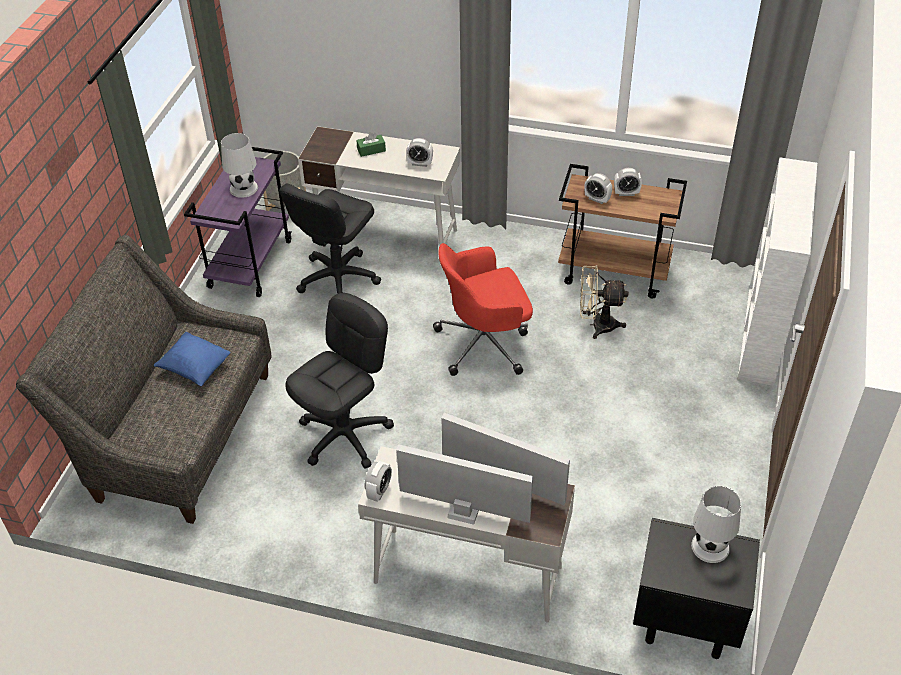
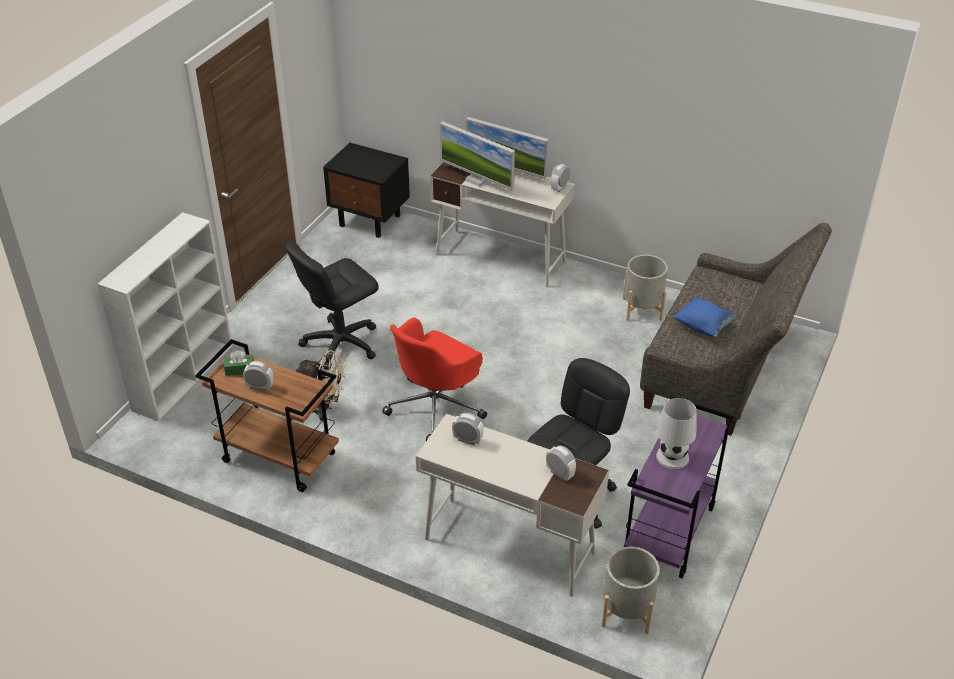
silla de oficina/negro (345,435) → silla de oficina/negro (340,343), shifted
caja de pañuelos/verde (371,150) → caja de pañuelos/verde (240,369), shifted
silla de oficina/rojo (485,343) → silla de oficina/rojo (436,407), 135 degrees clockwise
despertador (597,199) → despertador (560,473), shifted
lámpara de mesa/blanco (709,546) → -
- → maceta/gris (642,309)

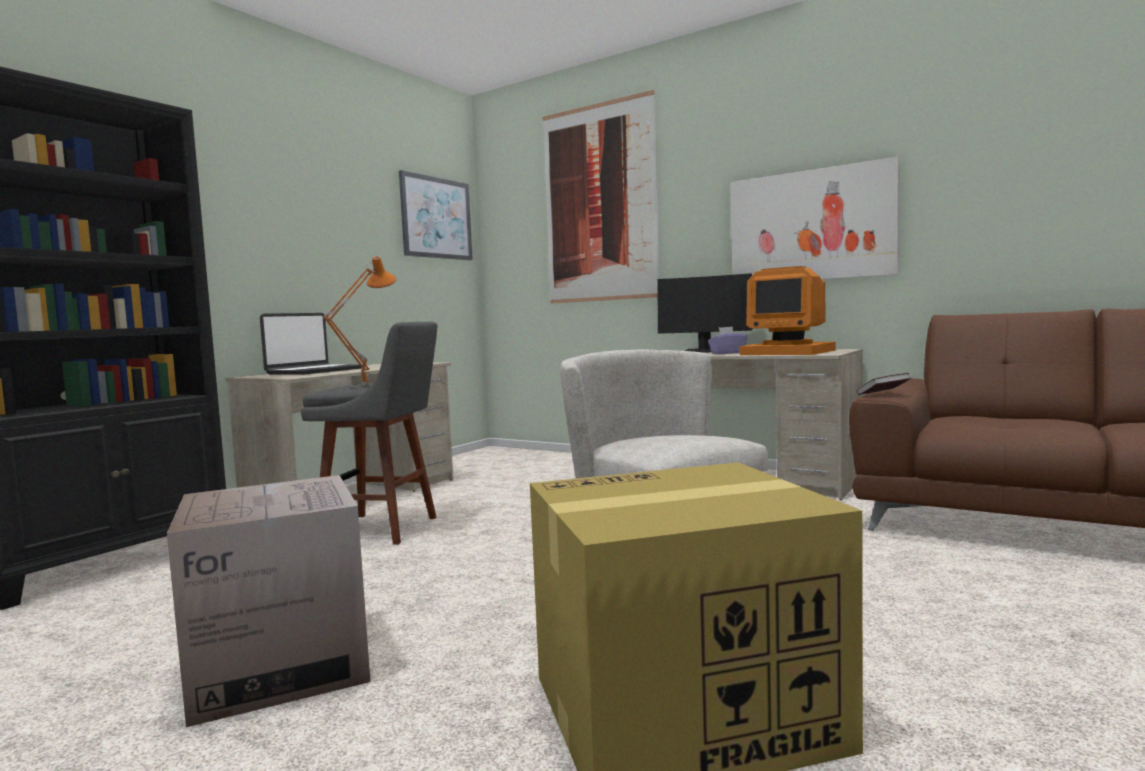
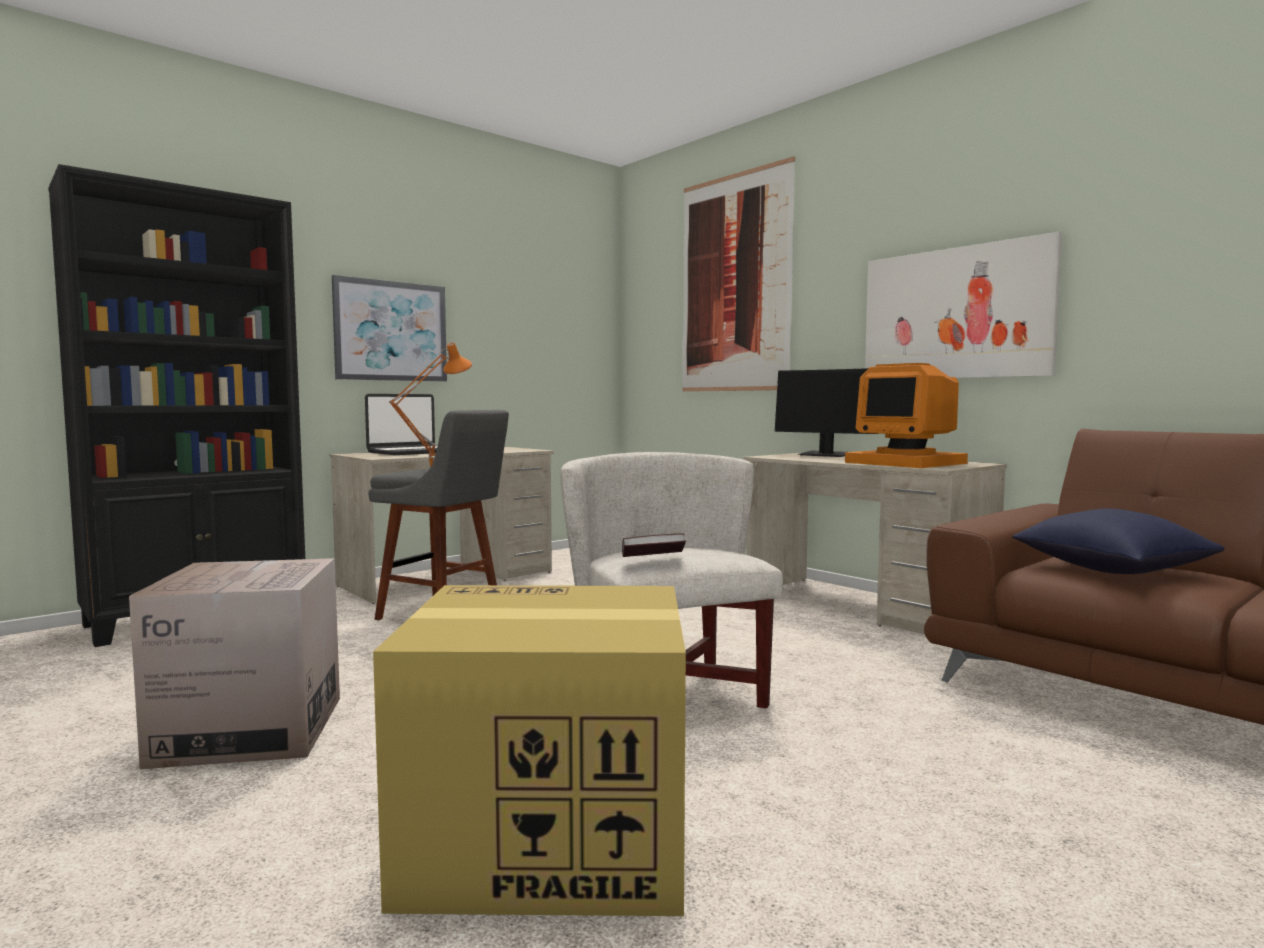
cuadro (436,218) → cuadro (391,331), shifted
caja de pañuelos/morado (727,353) → -
libro (883,394) → libro (653,559), shifted
- → cojín/azul (1111,570)

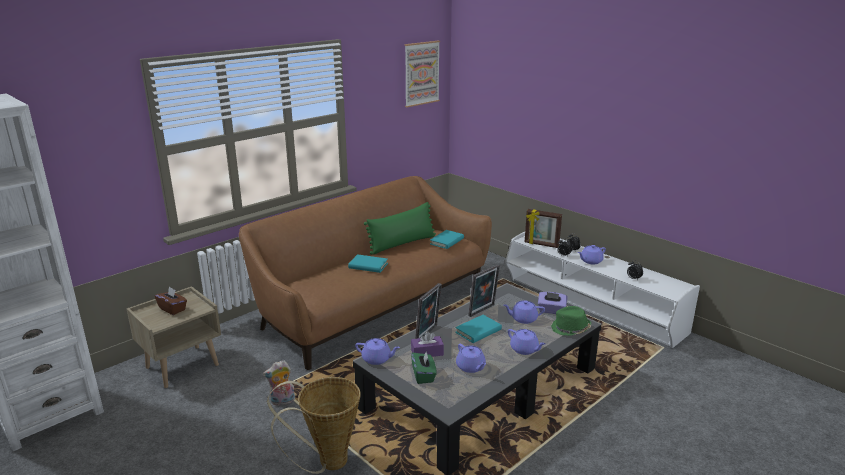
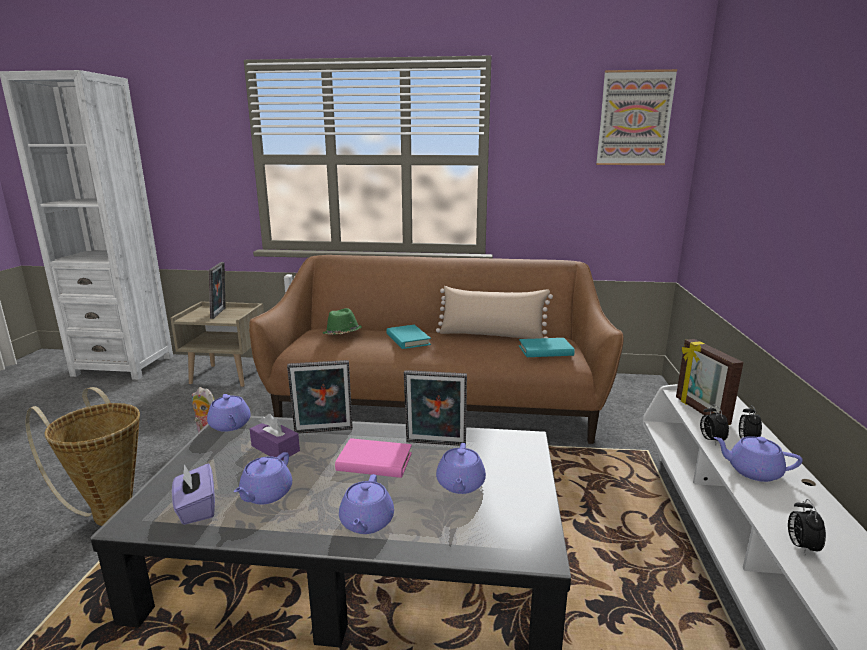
caja de pañuelos/marrón (173,309) → portarretratos (220,313)
cojín/verde (402,243) → cojín/beis (492,335)
caja de pañuelos/verde (423,375) → -
libro/turquesa (478,331) → libro/rosa (374,462)
tetera/morado (523,319) → tetera/morado (460,484), 135 degrees counterclockwise
caja de pañuelos/morado (551,310) → caja de pañuelos/morado (196,508), shifted
sombrero/verde (570,329) → sombrero/verde (342,334), shifted

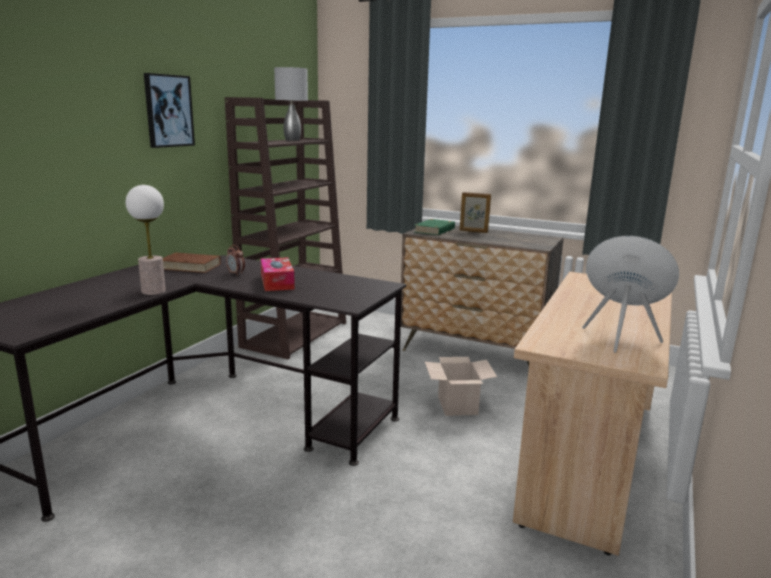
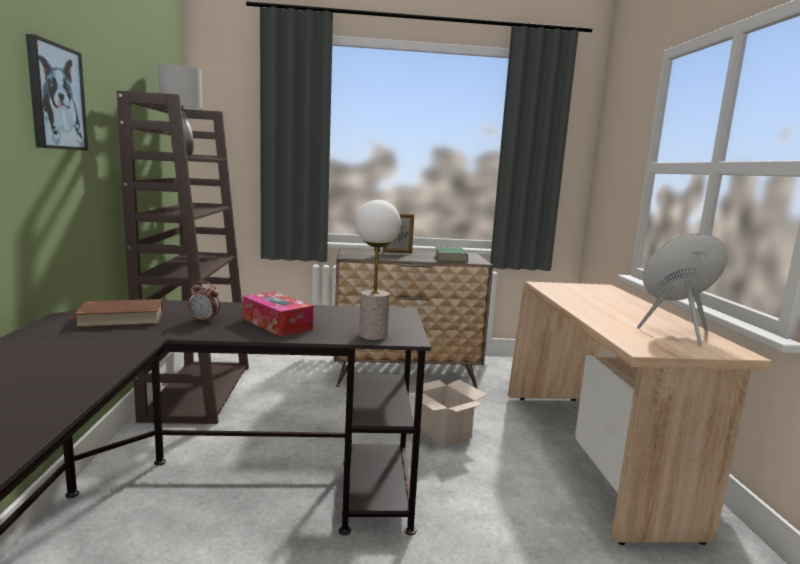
lámpara de mesa (153,291) → lámpara de mesa (372,335), shifted
libro/verde (435,230) → libro/verde (451,257), shifted

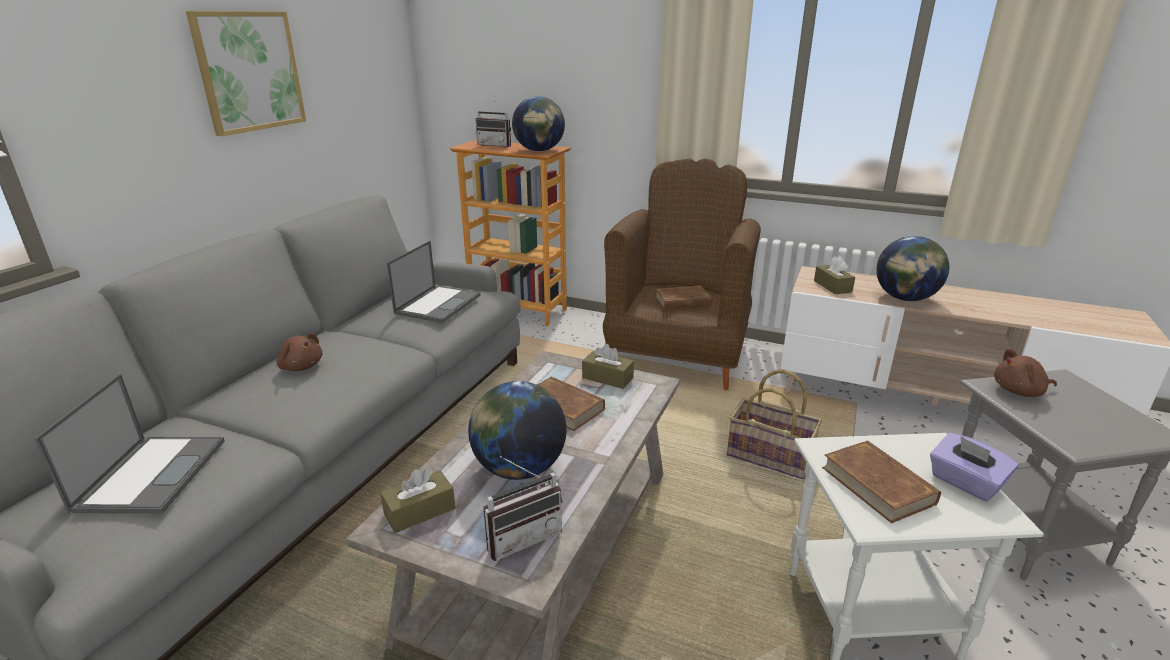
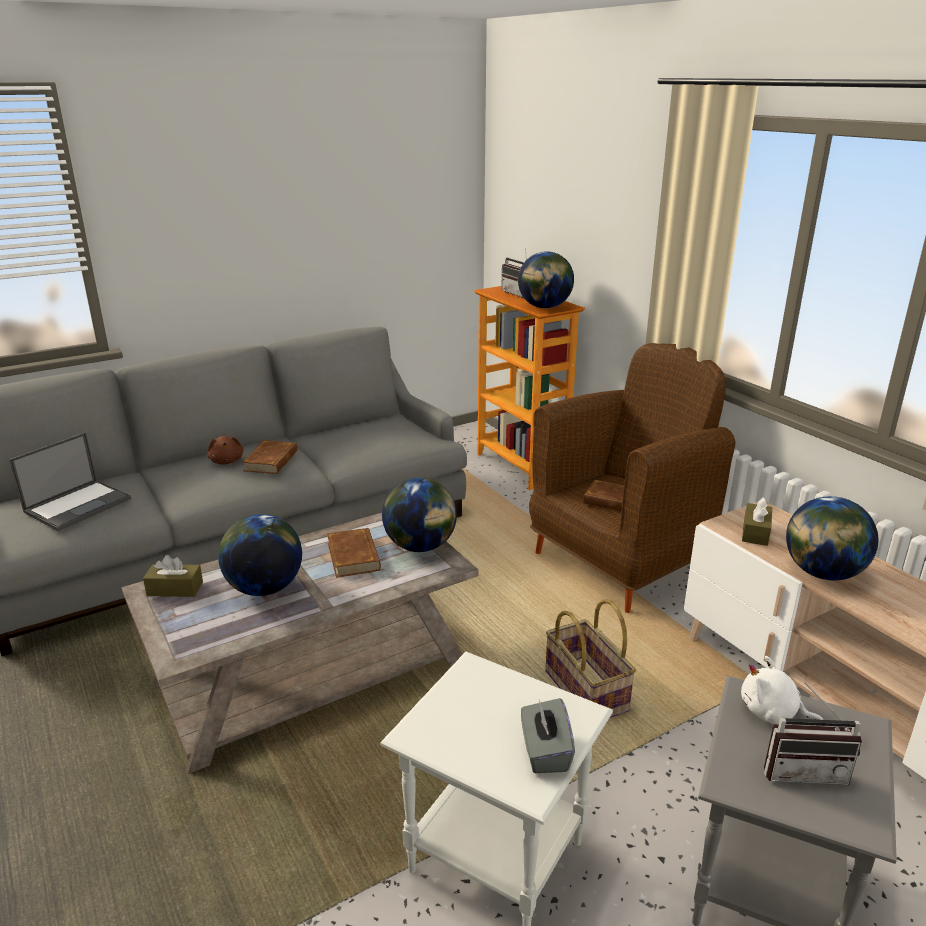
cuadro (249,71) → -
portátil (438,304) → -
radio (522,536) → radio (803,770), shifted
caja de pañuelos/marrón (607,378) → globo terráqueo (420,546)
libro/marrón (877,485) → libro/marrón (271,461), shifted
caja de pañuelos/morado (965,483) → caja de pañuelos/gris (545,752)
peluche/marrón (1020,391) → peluche/blanco (772,713)

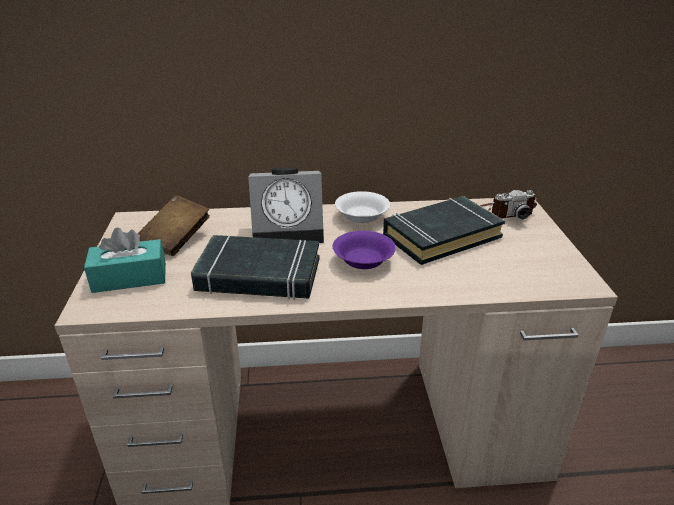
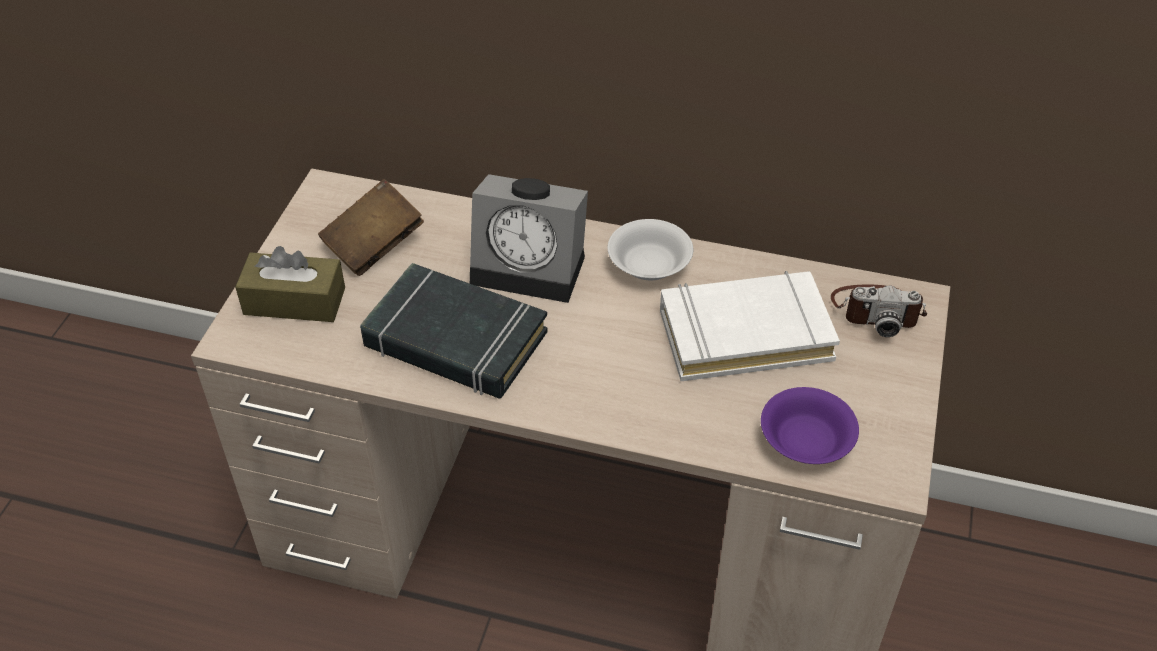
caja de pañuelos/turquesa (129,278) → caja de pañuelos/marrón (294,301)
cuenco/morado (362,260) → cuenco/morado (805,440), shifted
libro/negro (441,236) → libro/blanco (745,334)

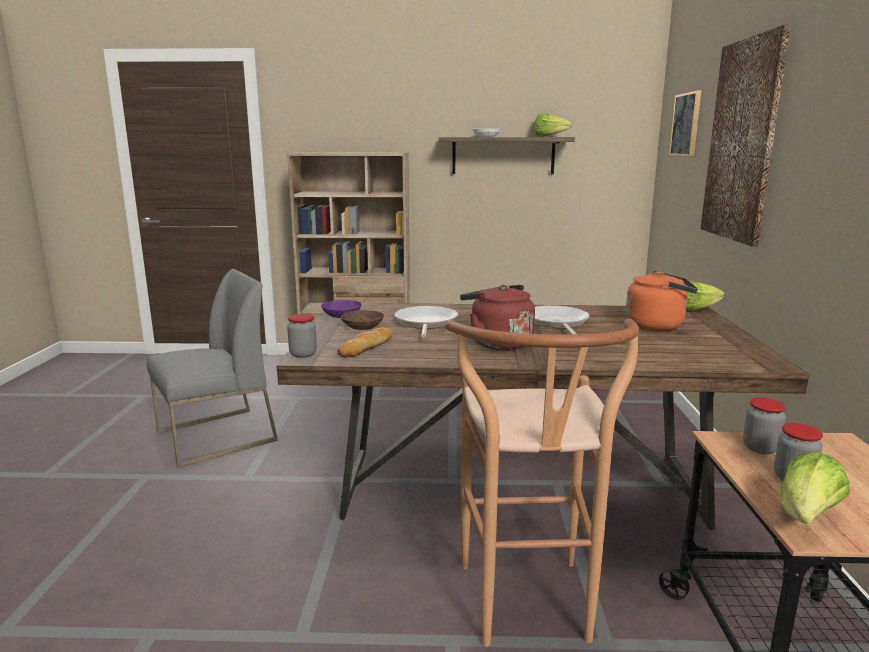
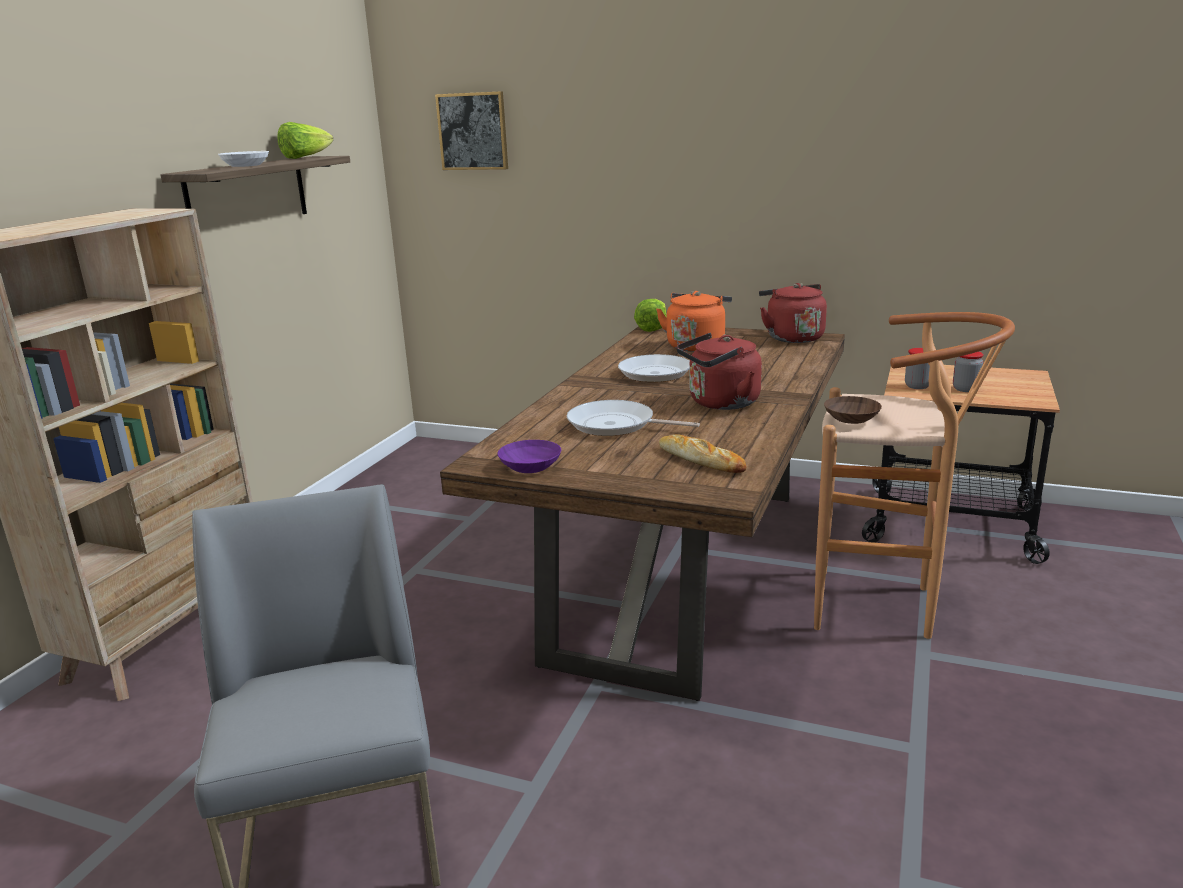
tarro (303,354) → -
cuenco/marrón (361,326) → cuenco/marrón (851,419), shifted
cuadro (742,141) → -
lechuga (807,516) → -
- → hervidor/rojo (792,337)

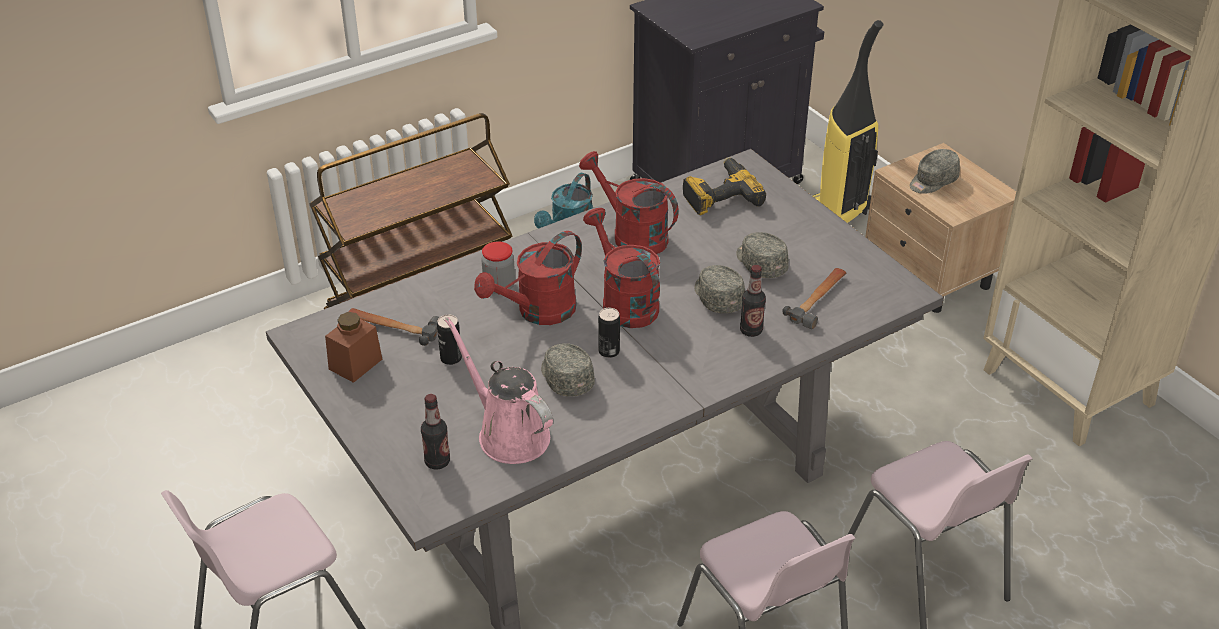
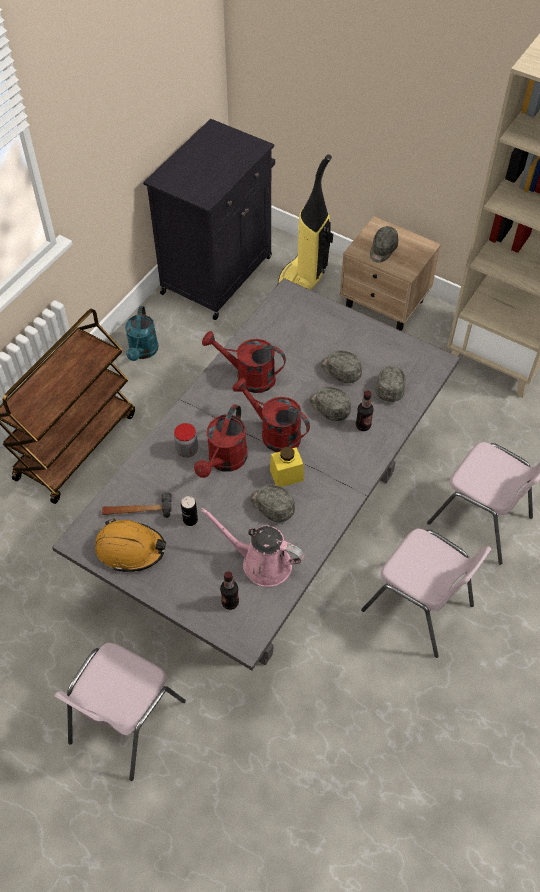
tarro/marrón (355,364) → casco/naranja (130,549)
lata (609,351) → tarro/amarillo (286,475)
taladro (719,195) → -
martillo (819,300) → gorra/gris (390,387)

